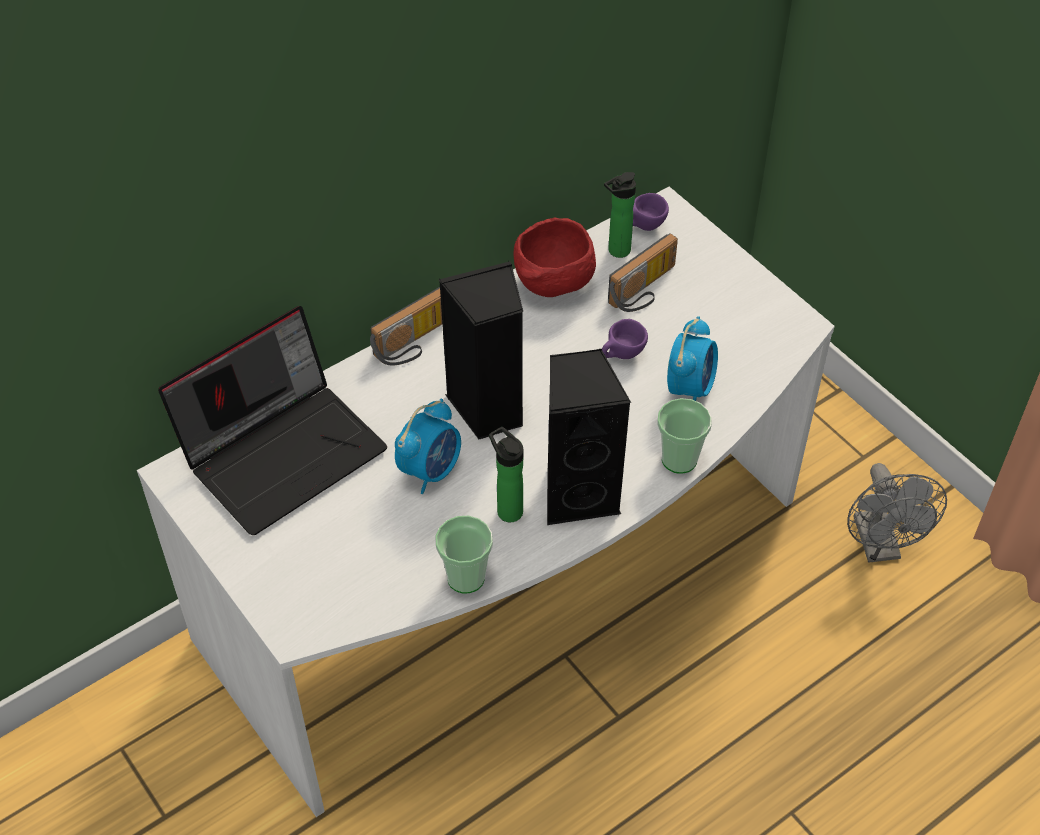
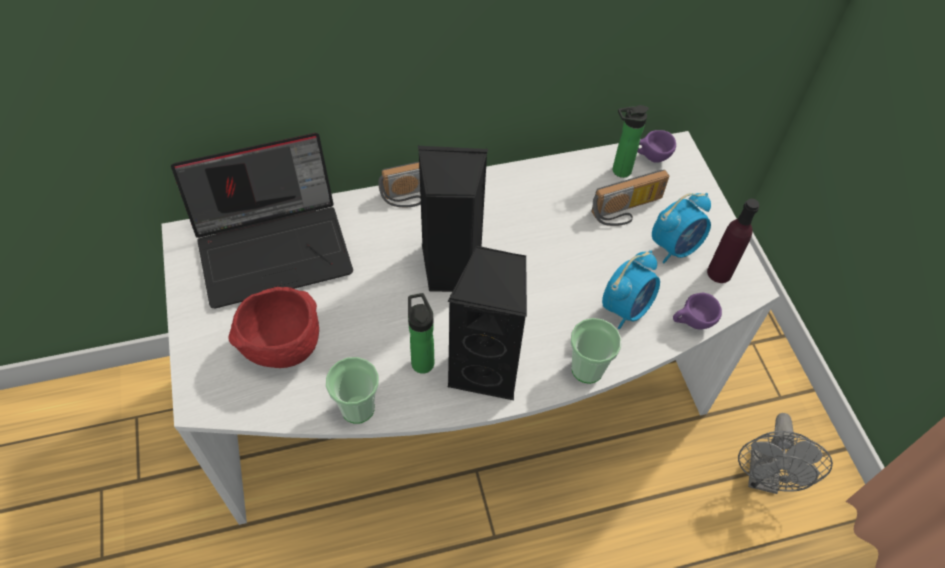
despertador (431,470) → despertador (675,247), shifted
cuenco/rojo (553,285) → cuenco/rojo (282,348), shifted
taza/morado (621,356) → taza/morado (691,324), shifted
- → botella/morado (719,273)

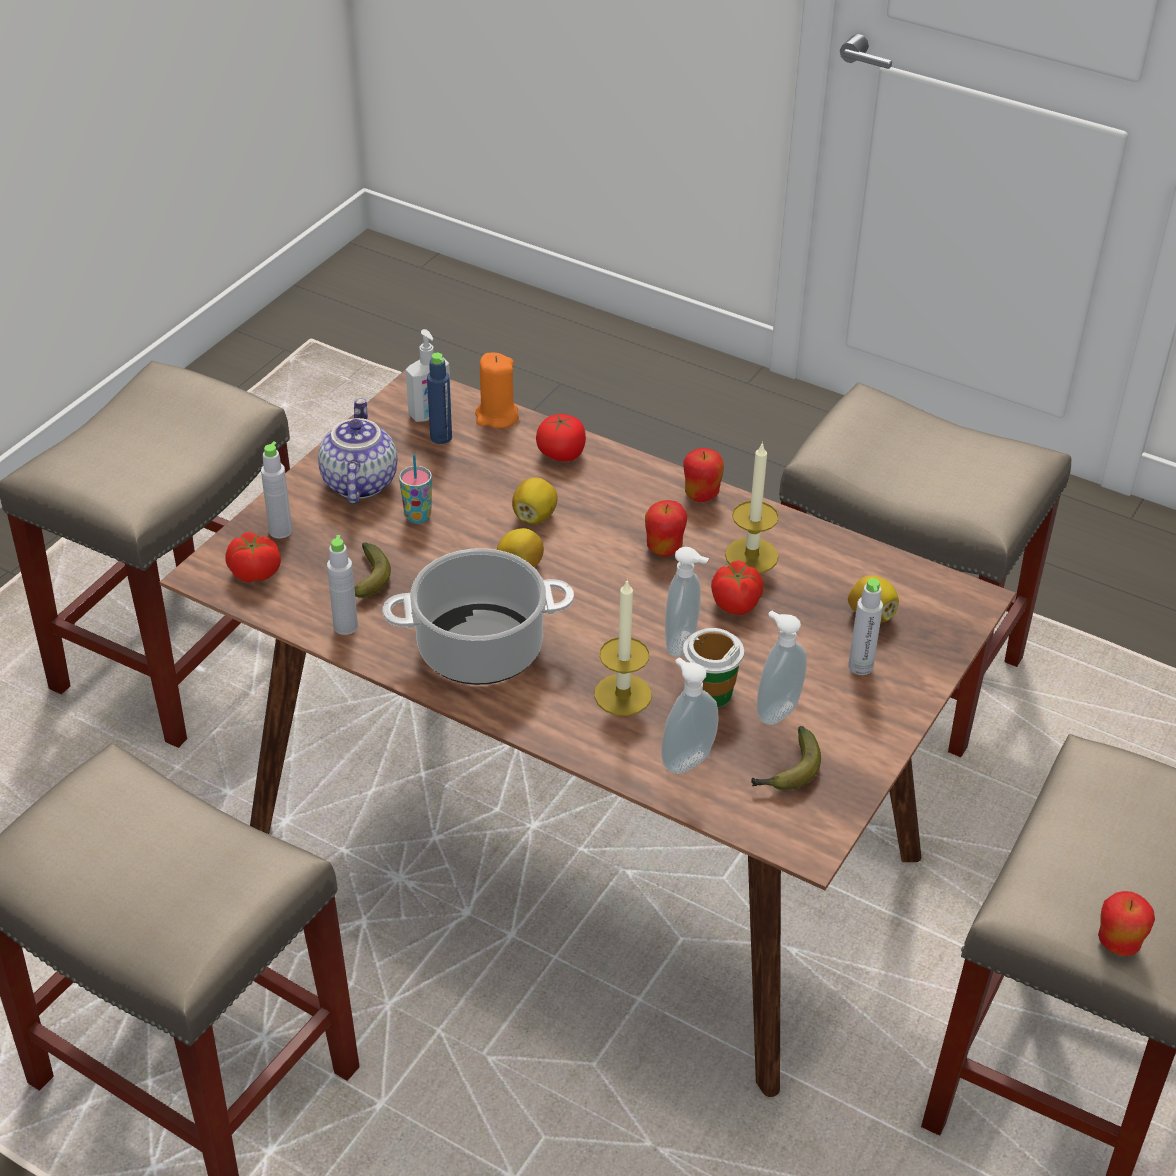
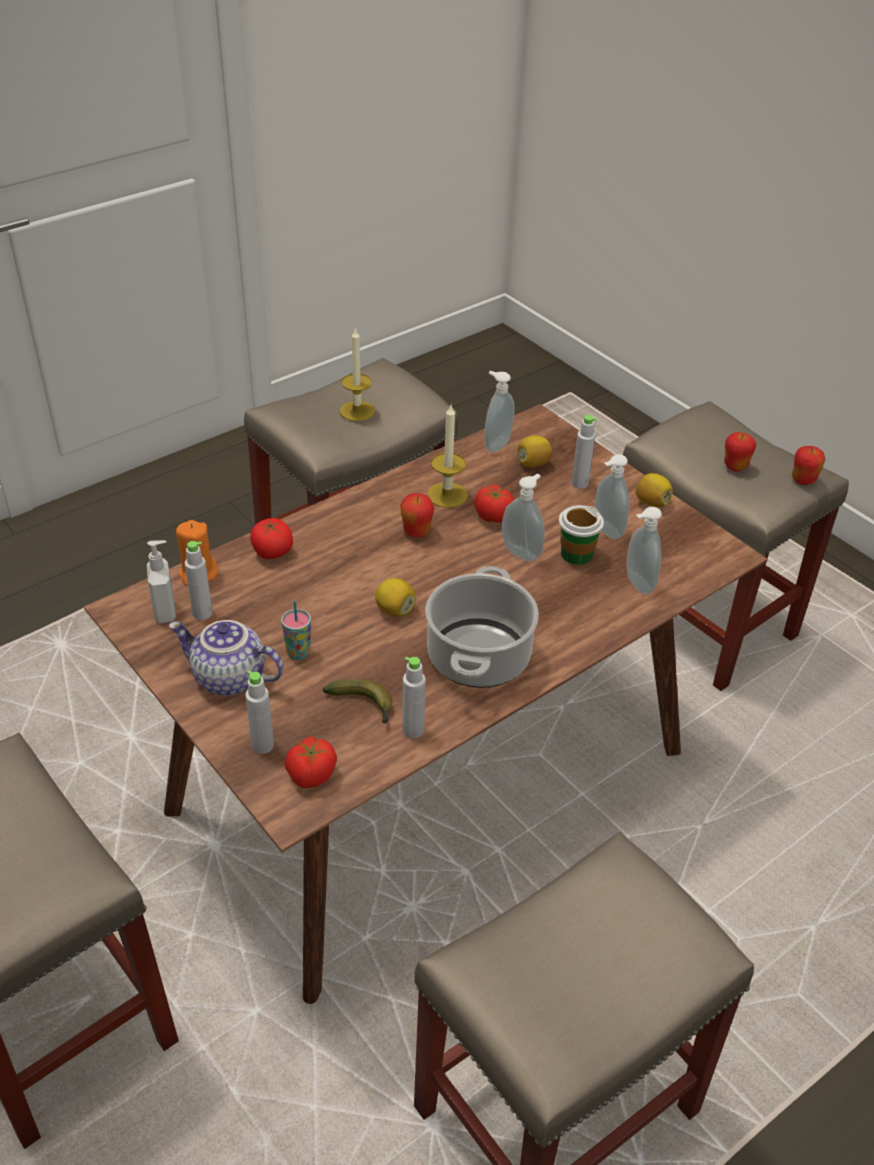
botella/azul (441,437) → botella/gris (202,613)
limón (535,516) → limón (651,502), shifted
vela (623,695) → vela (357,411), shifted
manzana (701,495) → manzana (735,466), shifted
plátano (788,772) → -
- → dispensador de jabón (495,444)

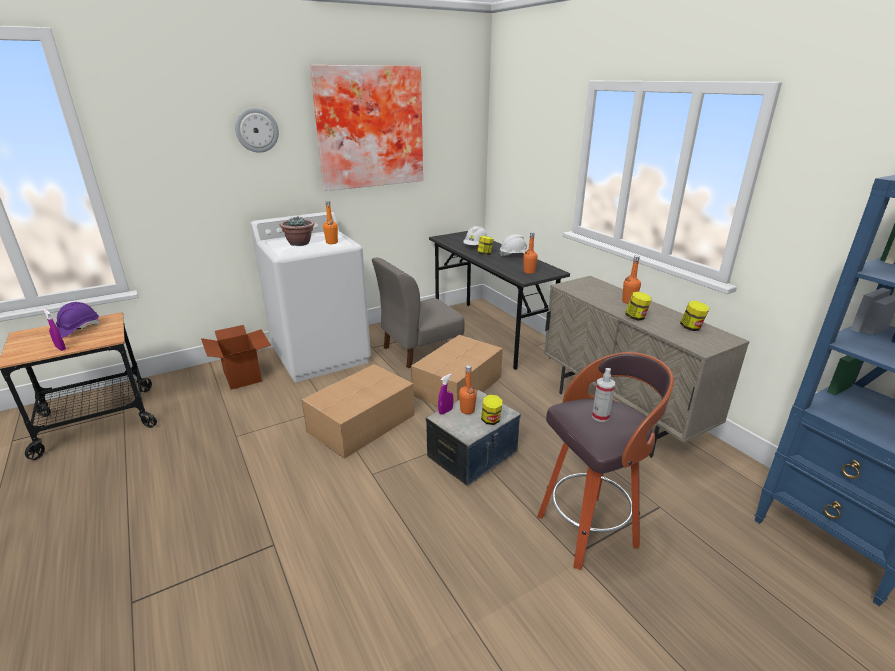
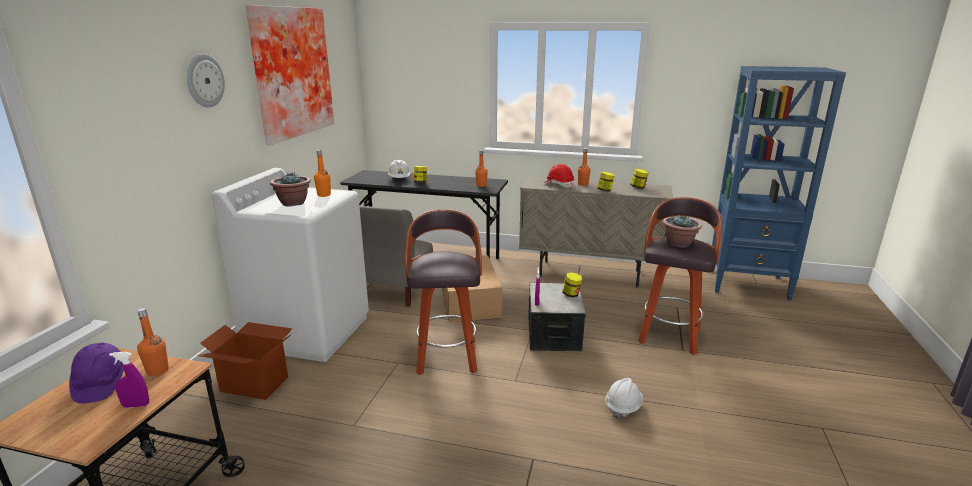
caja de cartón (363,423) → taburete (446,356)
botella/naranja (467,410) → botella/naranja (157,370), shifted
casco/blanco (514,255) → casco/blanco (623,407), shifted
pulverizador (600,416) → planta en maceta (679,244)
- → casco/rojo (558,184)

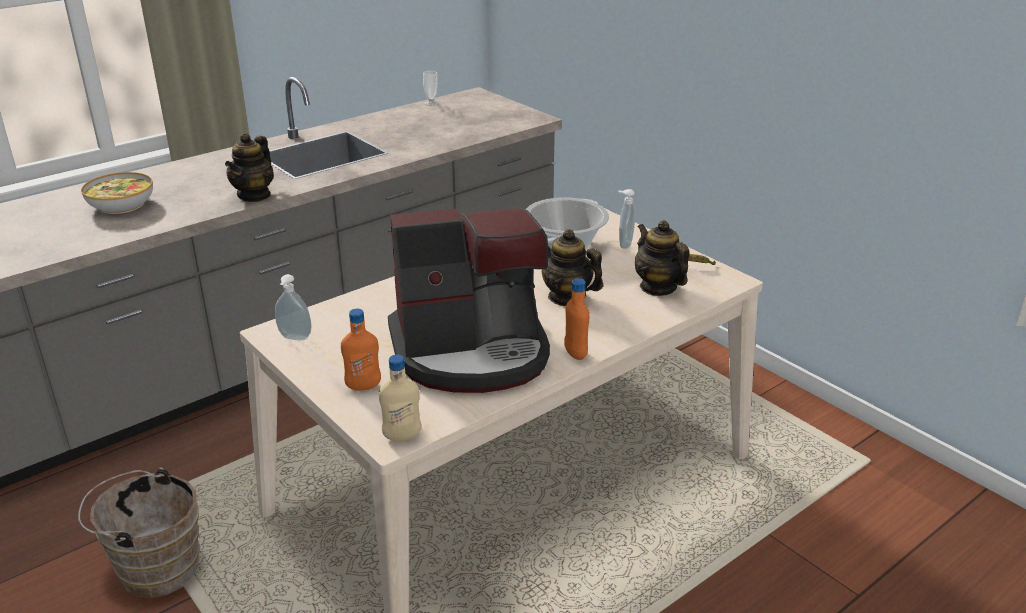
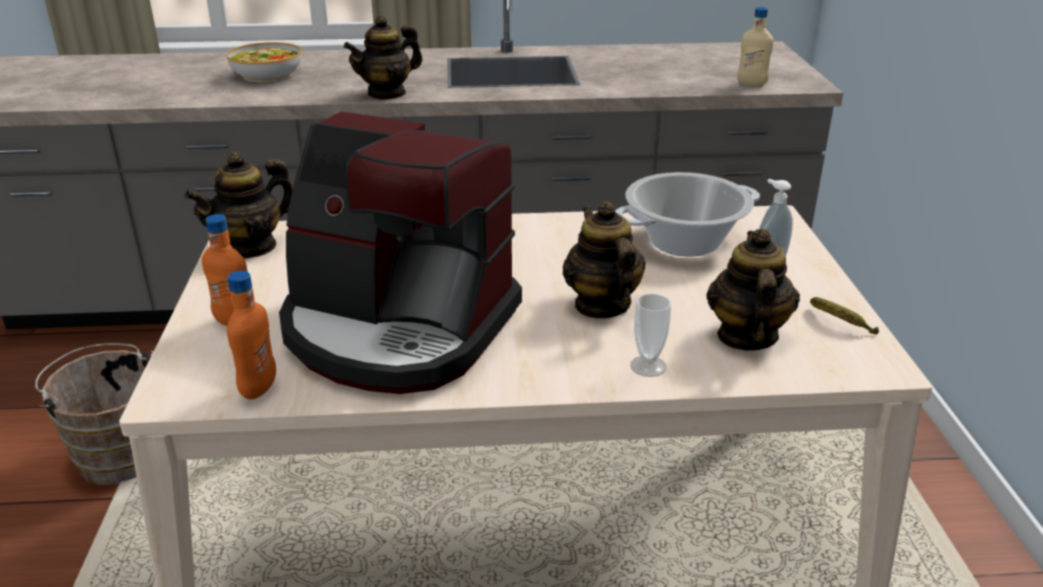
dispensador de jabón (294,338) → tetera (251,246)
botella/beis (402,436) → botella/beis (751,84), shifted
taza (431,103) → taza (648,366), shifted
botella/naranja (575,353) → botella/naranja (258,388), shifted

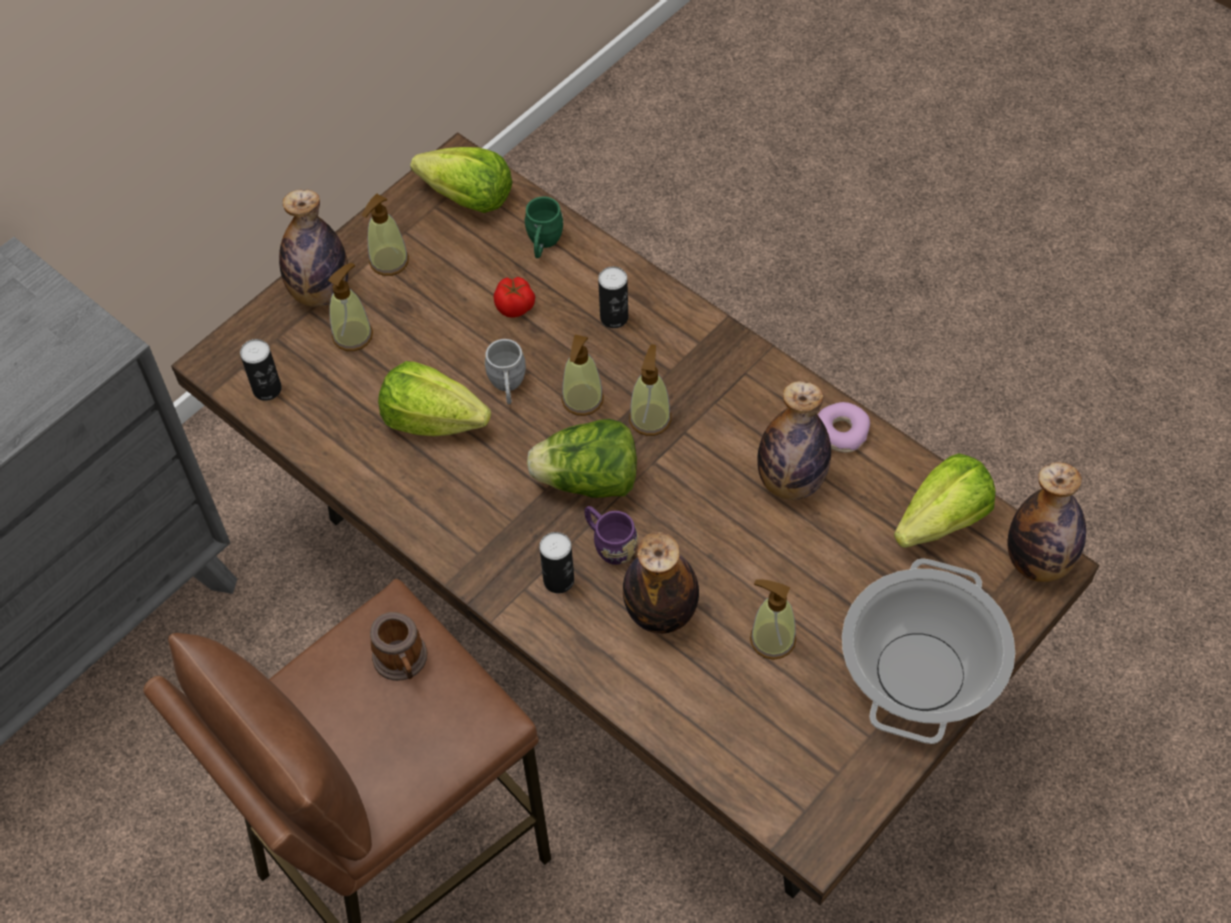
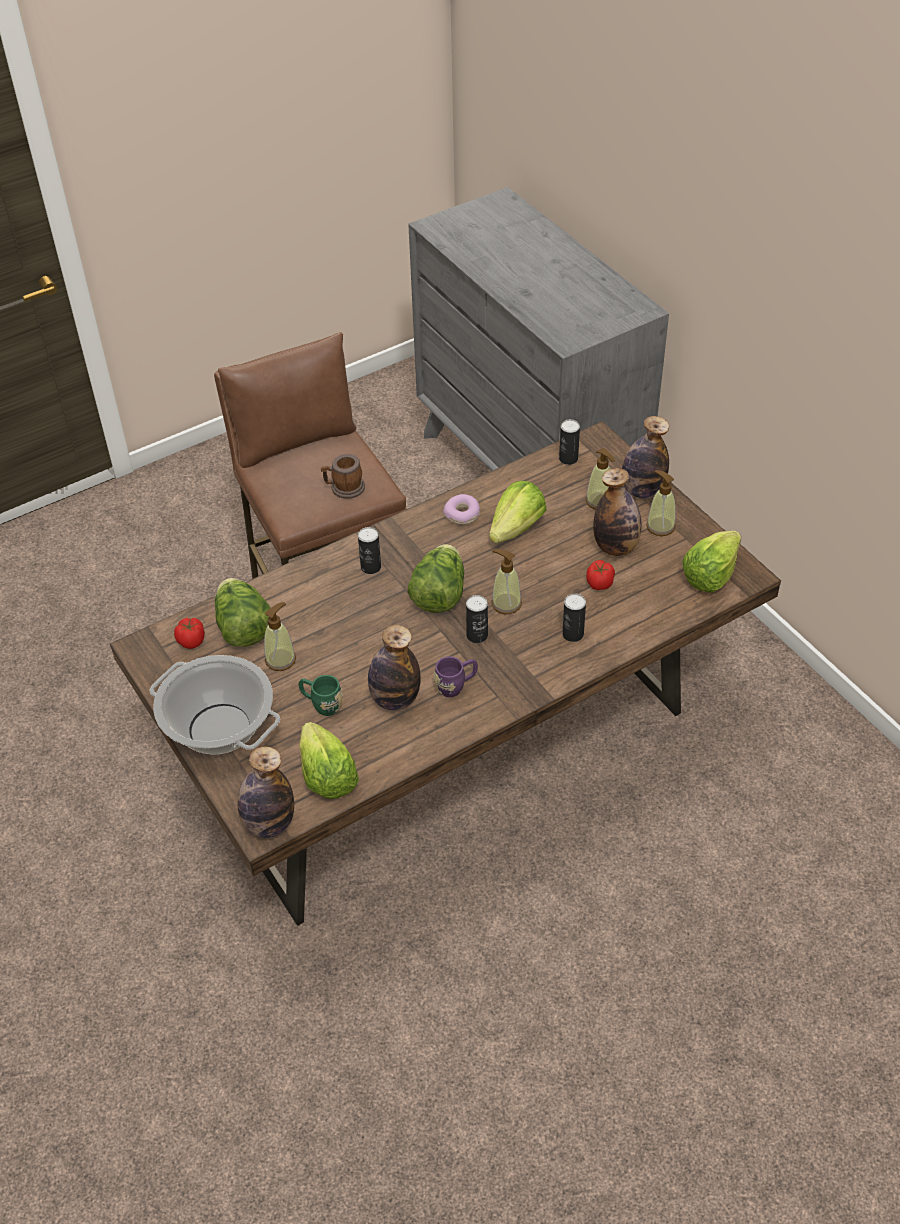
taza grande/gris (507,387) → -
taza grande/verde (543,243) → taza grande/verde (321,704), shifted
taza grande/morado (609,544) → taza grande/morado (456,685), shifted
botella (661,612) → botella (616,547), shifted
dispensador de jabón (650,418) → lata (477,635)
rosquilla (841,432) → rosquilla (462,514), shifted
- → tomate (192,640)
- → lechuga (243,628)

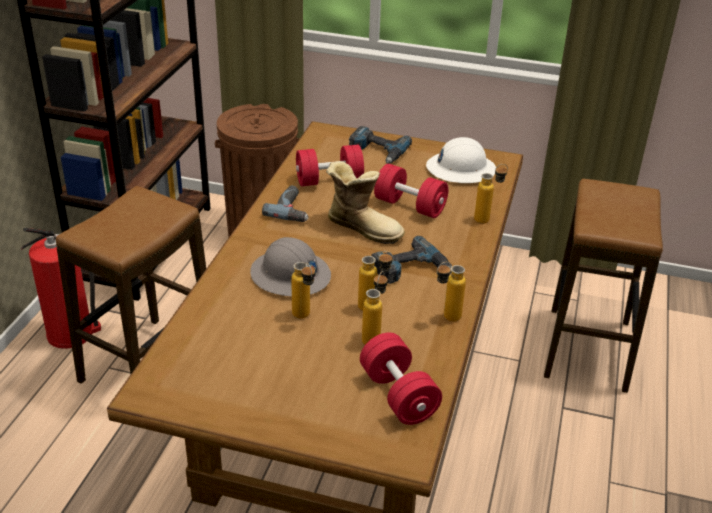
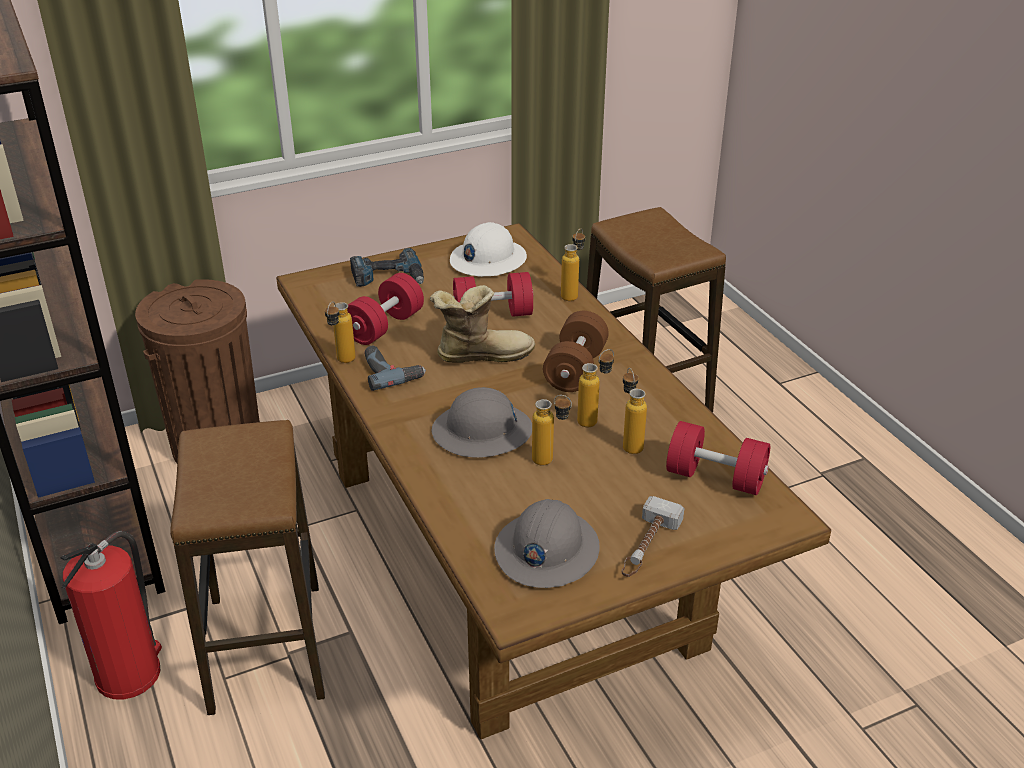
taladro (411,269) → mancuerna/marrón (575,369)
botella (446,319) → botella (342,362), shifted
- → casco/gris (546,551)
- → martillo (647,546)

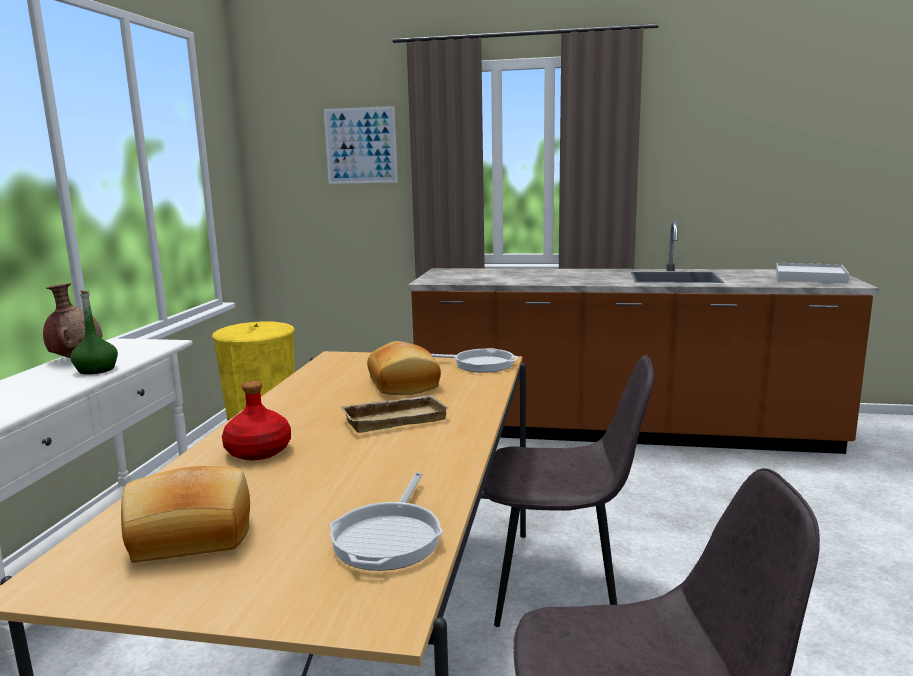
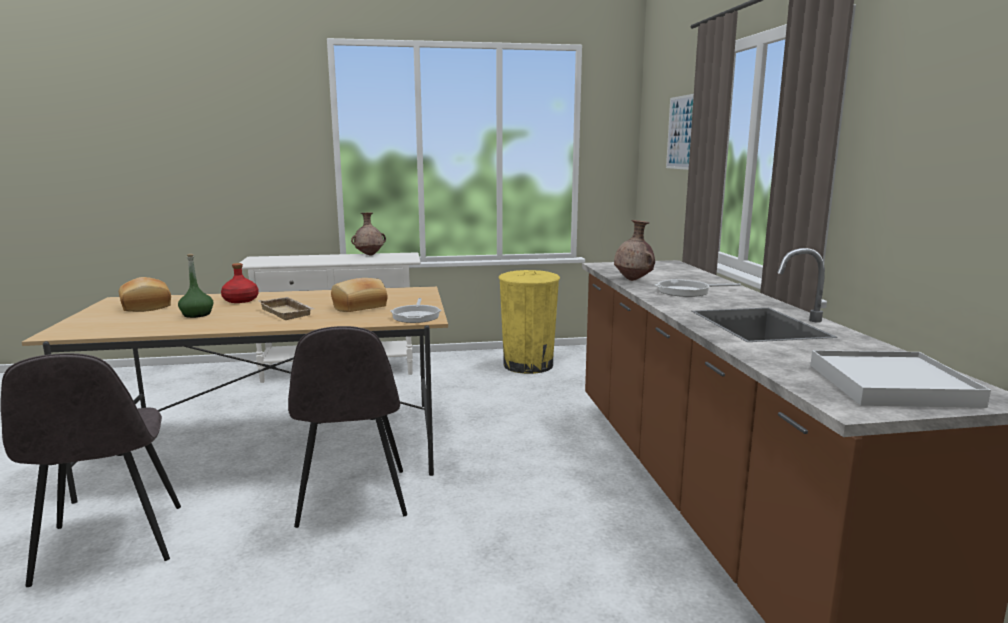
botella/verde (96,370) → botella/verde (197,314), shifted
sartén (389,537) → sartén (687,291), shifted
- → florero/marrón (634,280)

